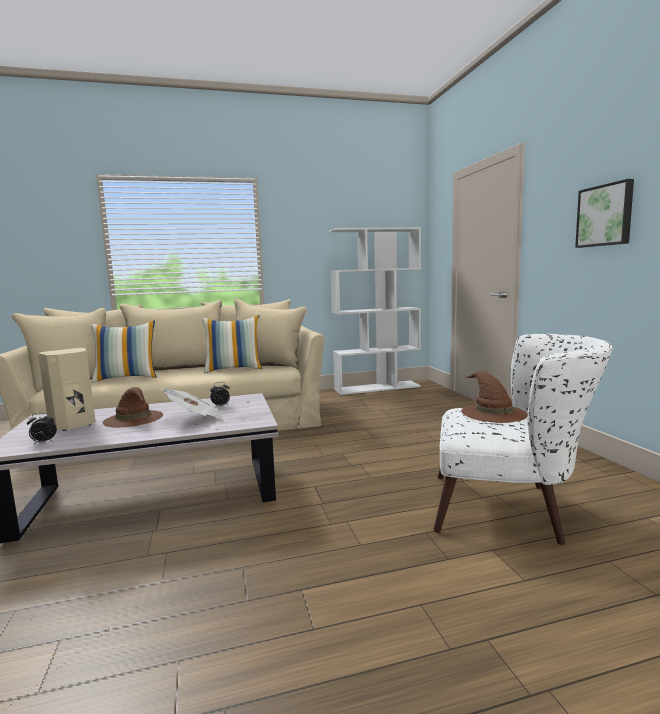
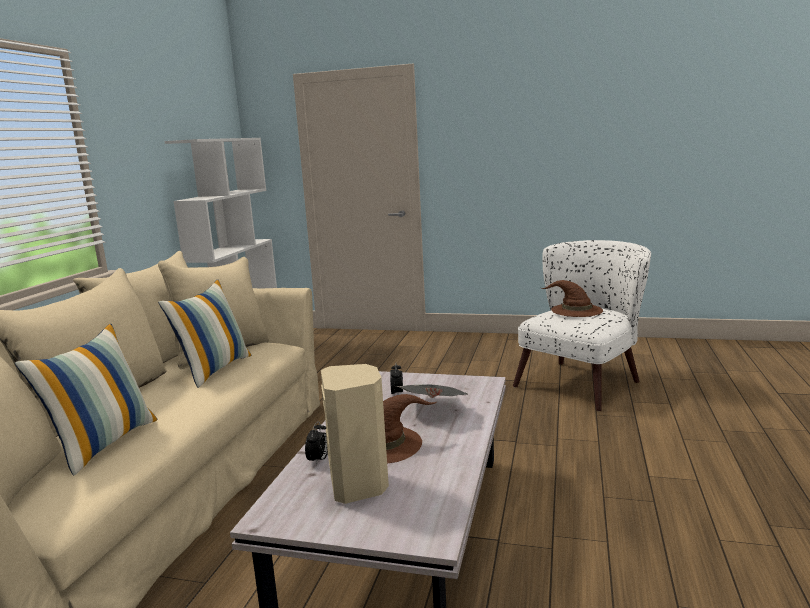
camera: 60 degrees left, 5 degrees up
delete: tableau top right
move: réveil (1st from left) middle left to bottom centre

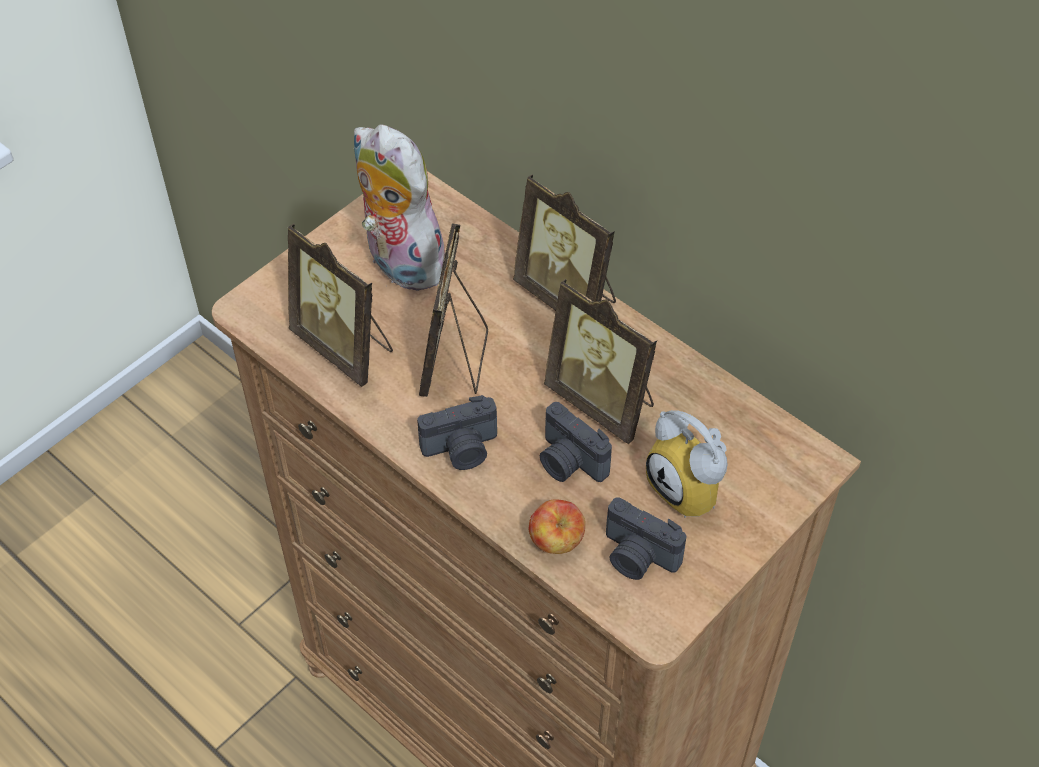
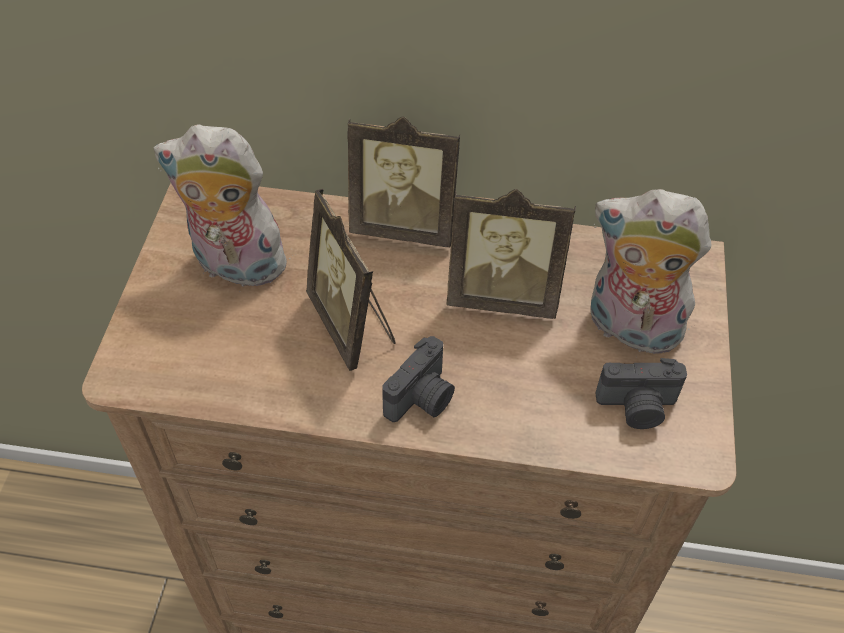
camera: 35 degrees left, 0 degrees up
delete: cadre photo (1st from left) middle left; pomme bottom centre; appareil photo (2nd from left) centre
replace: réveil centre to peluche (2nd from left) middle right

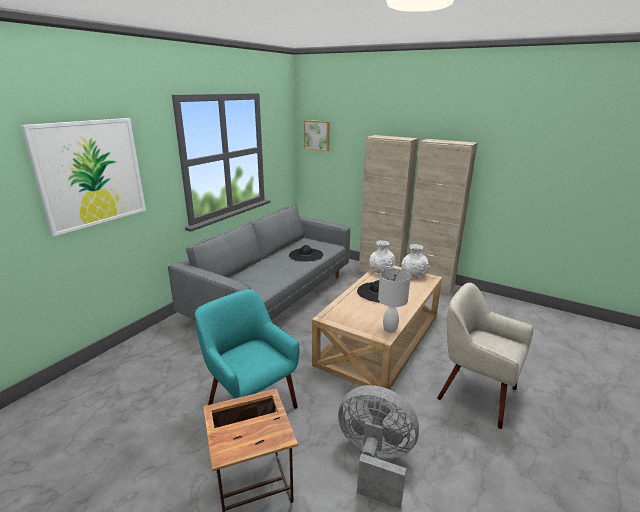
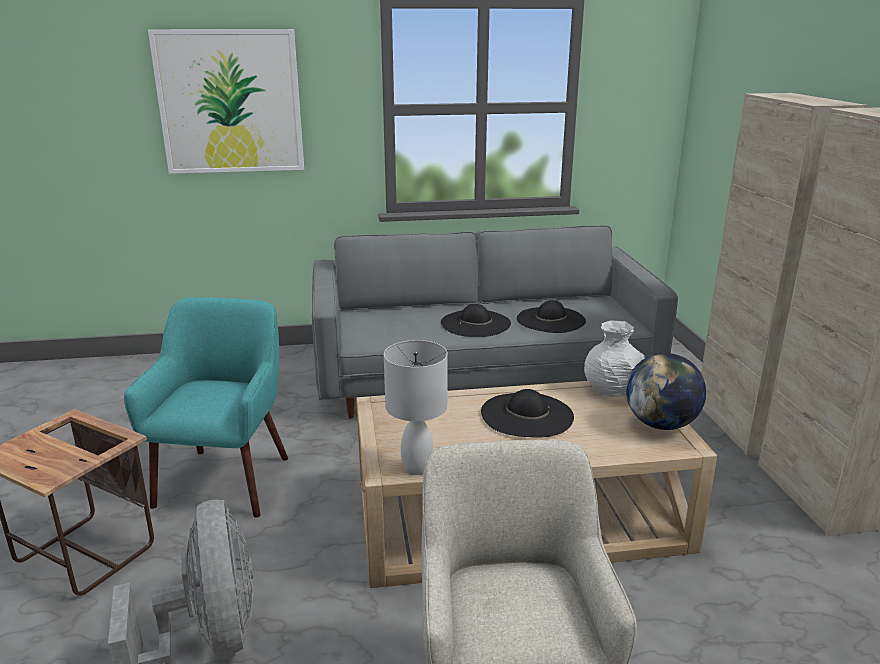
camera: 50 degrees right, 0 degrees up
delete: tableau (2nd from left) top centre
insert: chapeau [noir] (1st from left) centre
replace: vase [blanc] (2nd from left) centre to globe middle right

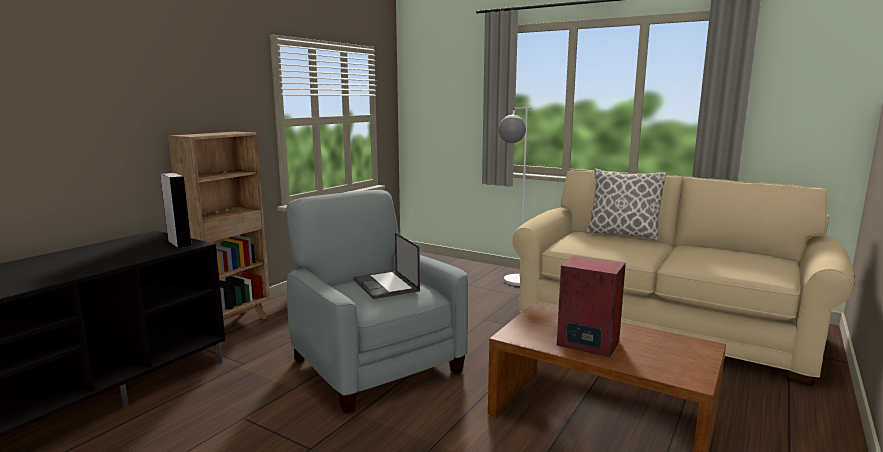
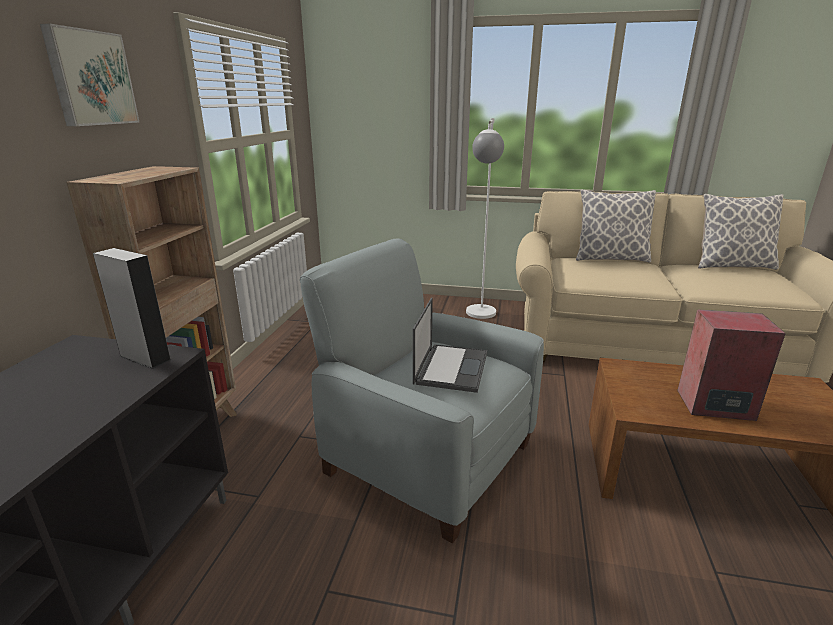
camera: 20 degrees left, 10 degrees up
insert: tableau top left; coussin (2nd from left) middle right
rotate: ordinateur portable centre = centre 120 degrees counterclockwise

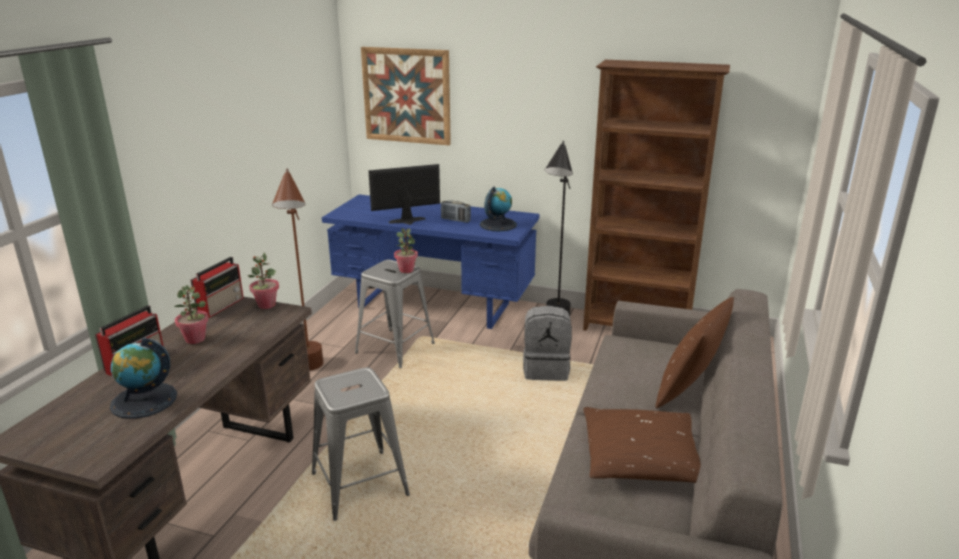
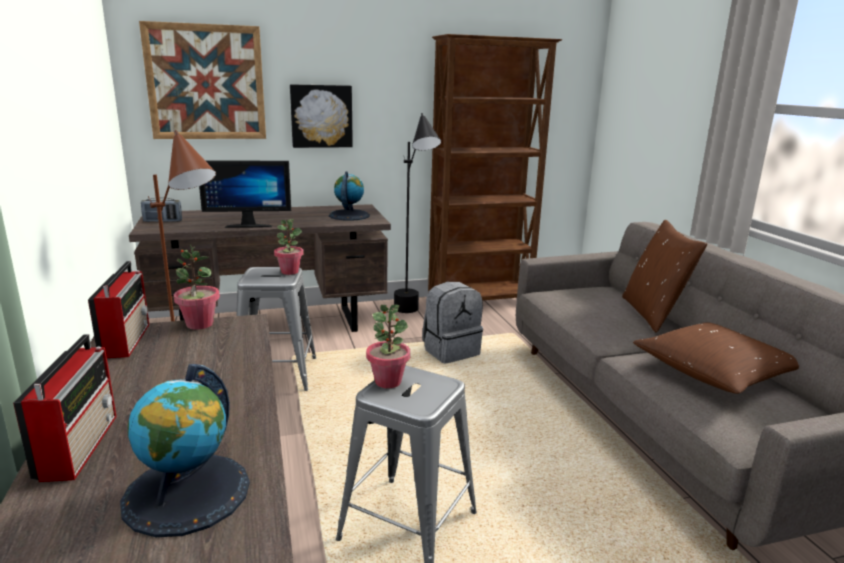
camera: 35 degrees left, 5 degrees down
insert: tableau (2nd from left) top centre
move: plante en pot (1st from left in the first image) middle left to plante en pot (3rd from left) centre; radio (3rd from left) centre to middle left
recolor: bureau [bleu] centre to bureau [marron] (2nd from left) middle left
rotate: écran d'ordinateur centre = middle left 135 degrees counterclockwise

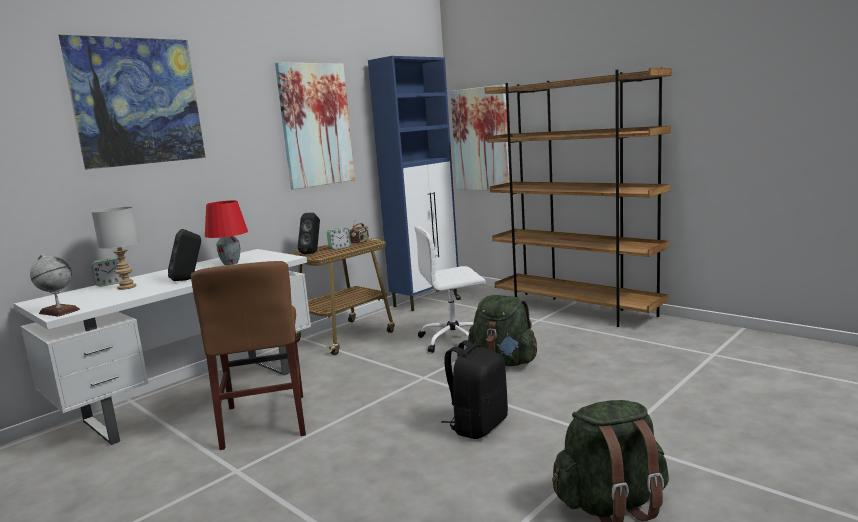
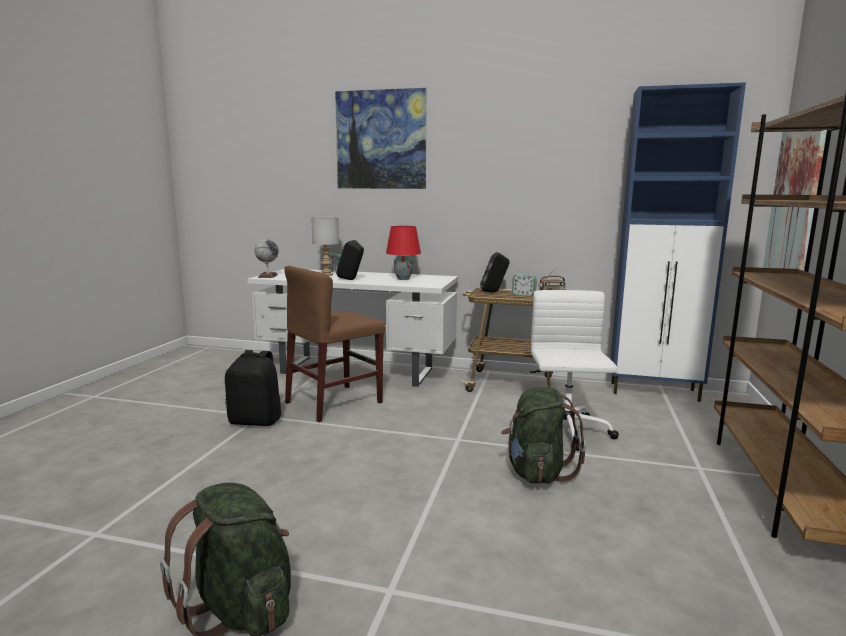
camera: 60 degrees right, 0 degrees up
delete: tableau (2nd from left) top centre
move: sac à dos [noir] bottom centre to middle left
rotate: chaise de bureau [blanc] centre = middle right 45 degrees clockwise

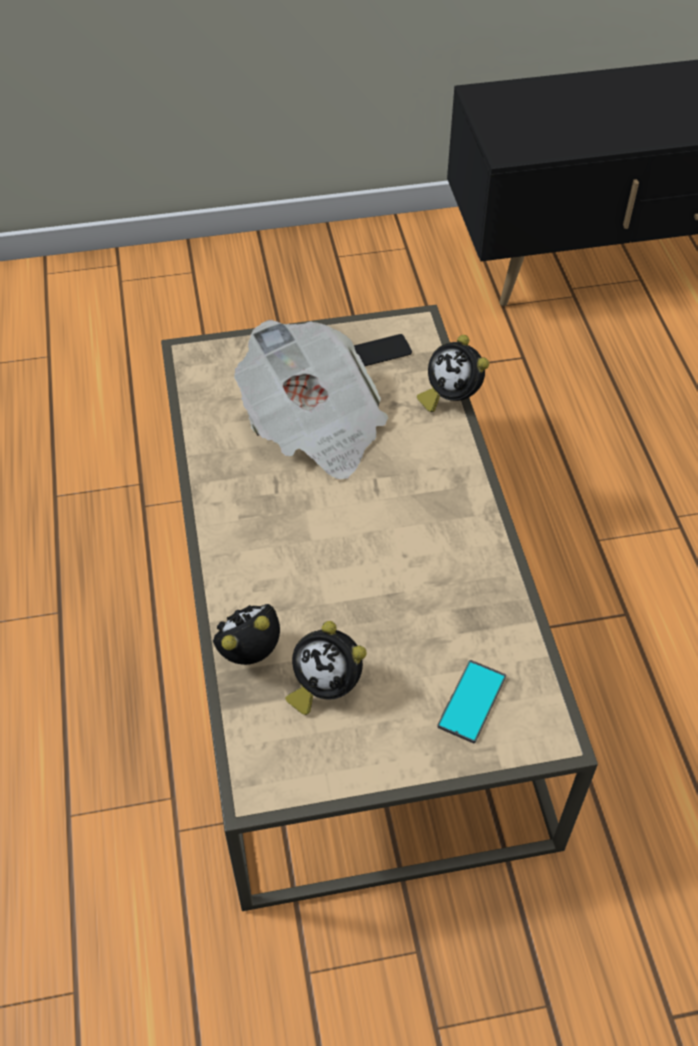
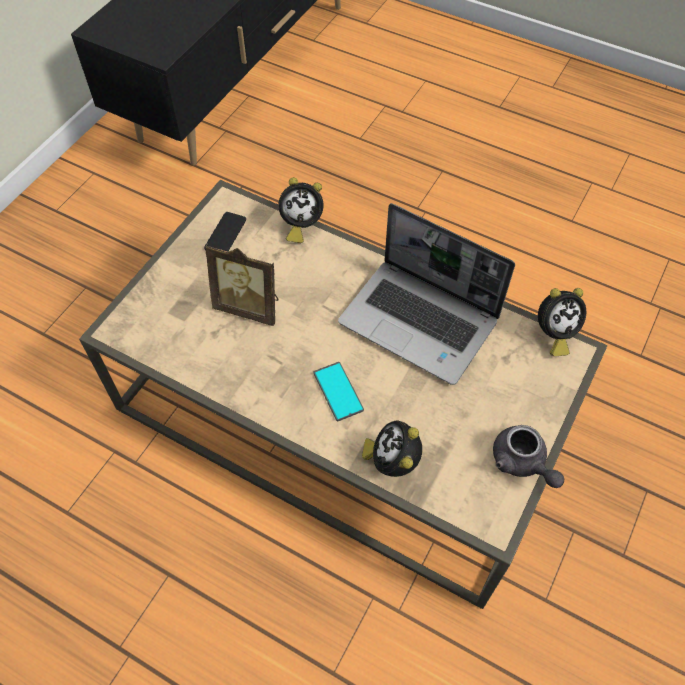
camera: 50 degrees left, 5 degrees up
insert: ordinateur portable centre; théière [gris] middle right
move: réveil (2nd from left in the first image) centre to réveil (3rd from left) middle right; téléphone (2nd from left) bottom right to centre
replace: journal centre to cadre photo centre

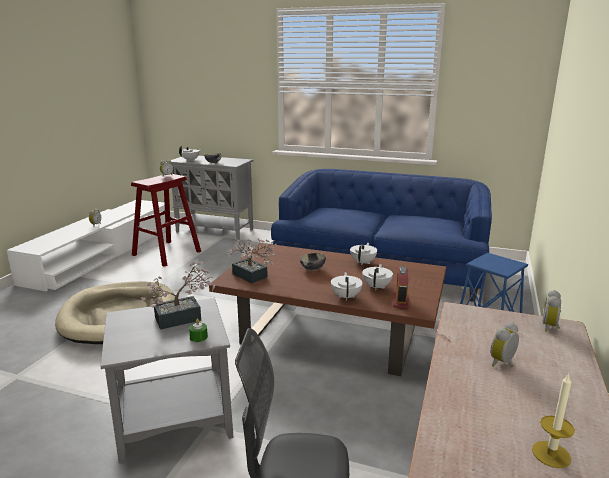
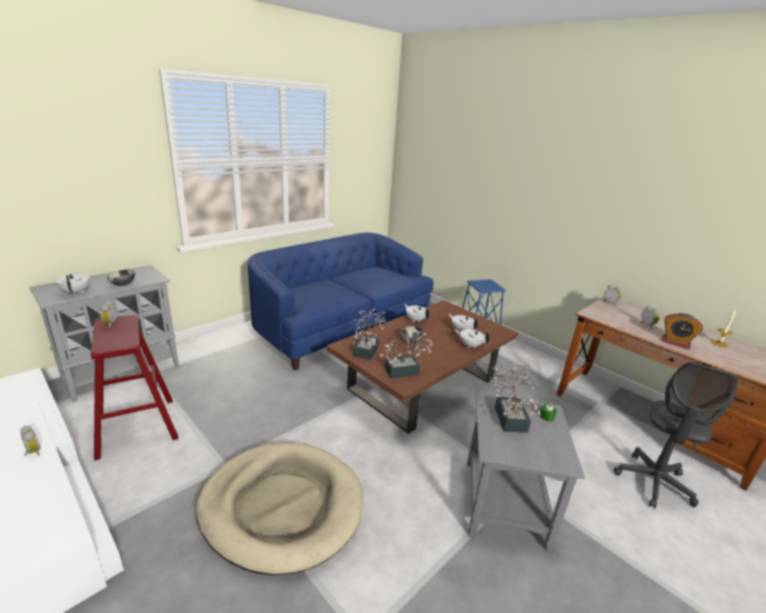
camera: 65 degrees left, 5 degrees up
insert: plante en pot (1st from left) centre
move: réveil (3rd from left in the first image) centre to réveil (5th from left) middle right

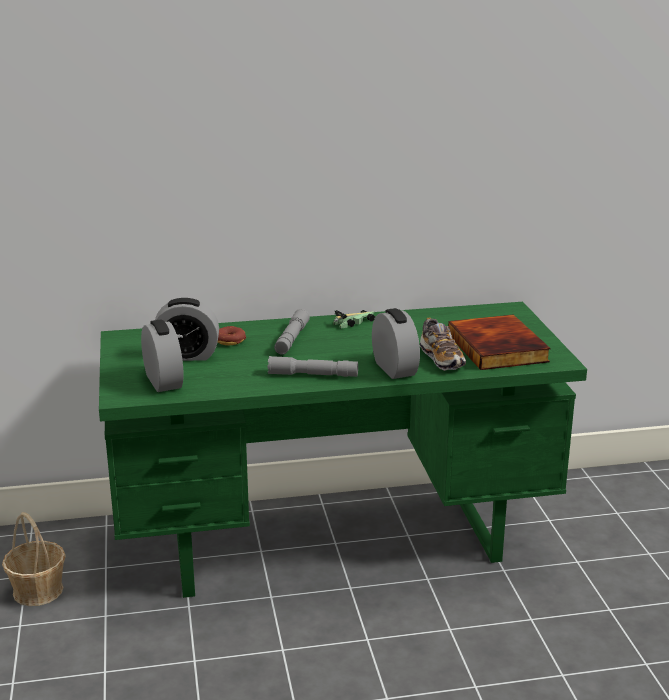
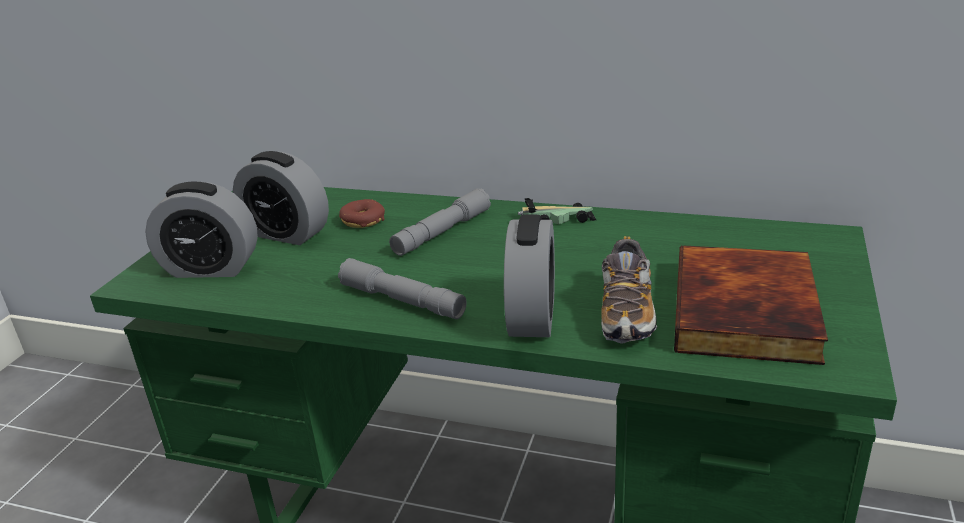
camera: 30 degrees right, 5 degrees up
delete: panier bottom left
rotate: réveil (1st from left) middle left = middle left 90 degrees clockwise

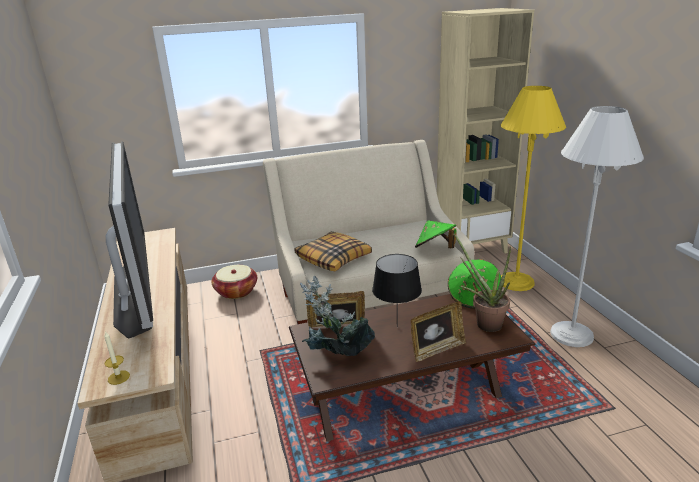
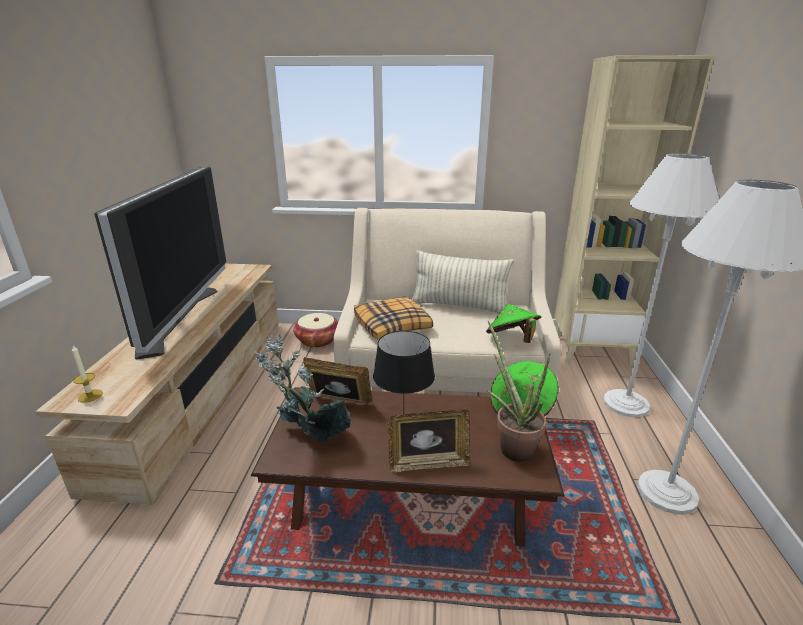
camera: 20 degrees right, 0 degrees up
insert: coussin (2nd from left) centre
recolor: lampadaire [jaune] middle right to lampadaire [blanc] (1st from left) middle right

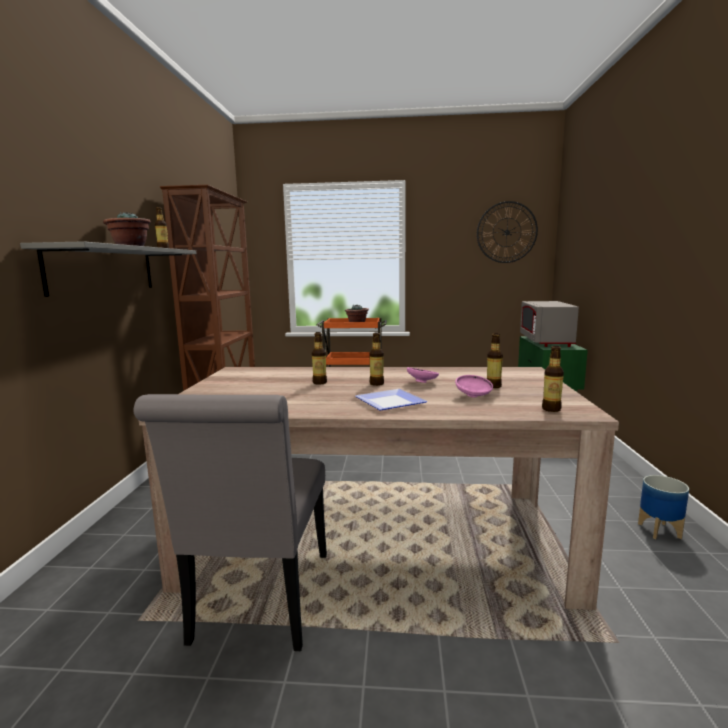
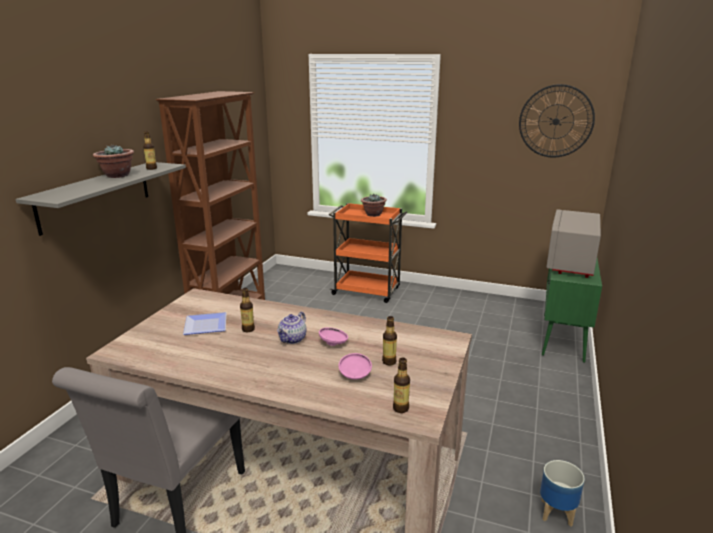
camera: 15 degrees right, 10 degrees up
move: assiette centre to middle left
replace: bouteille (3rd from left) centre to théière centre

